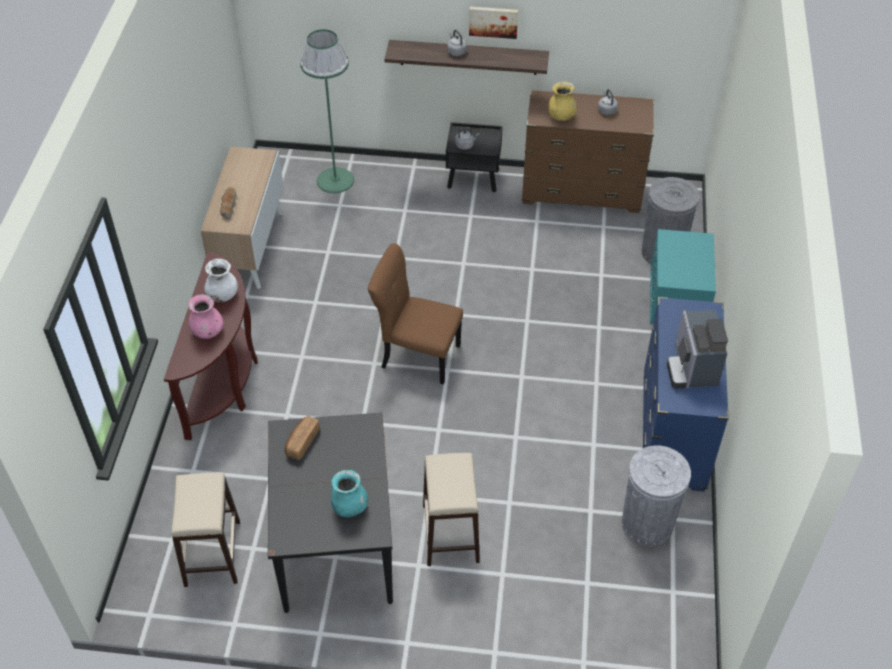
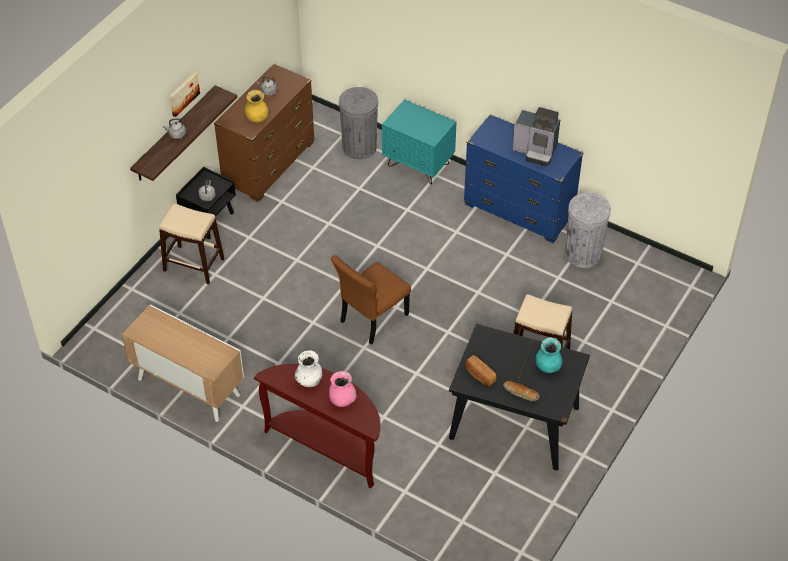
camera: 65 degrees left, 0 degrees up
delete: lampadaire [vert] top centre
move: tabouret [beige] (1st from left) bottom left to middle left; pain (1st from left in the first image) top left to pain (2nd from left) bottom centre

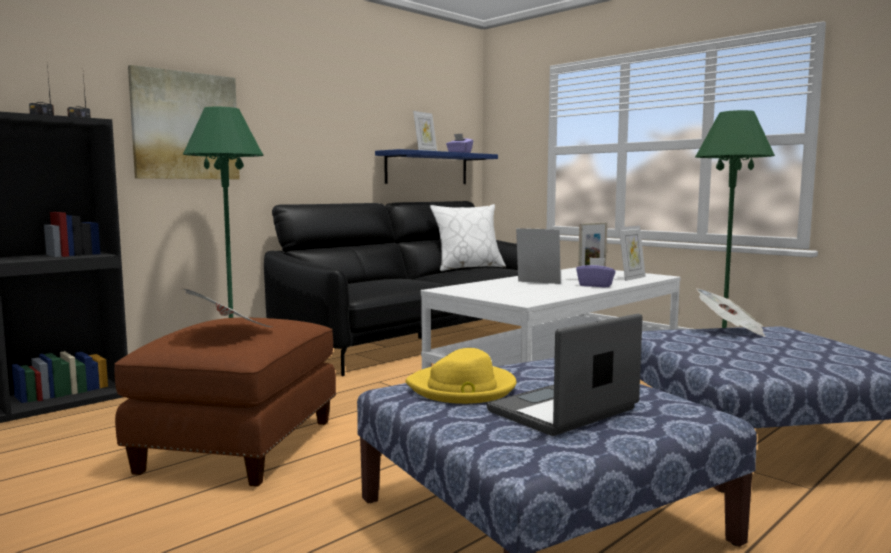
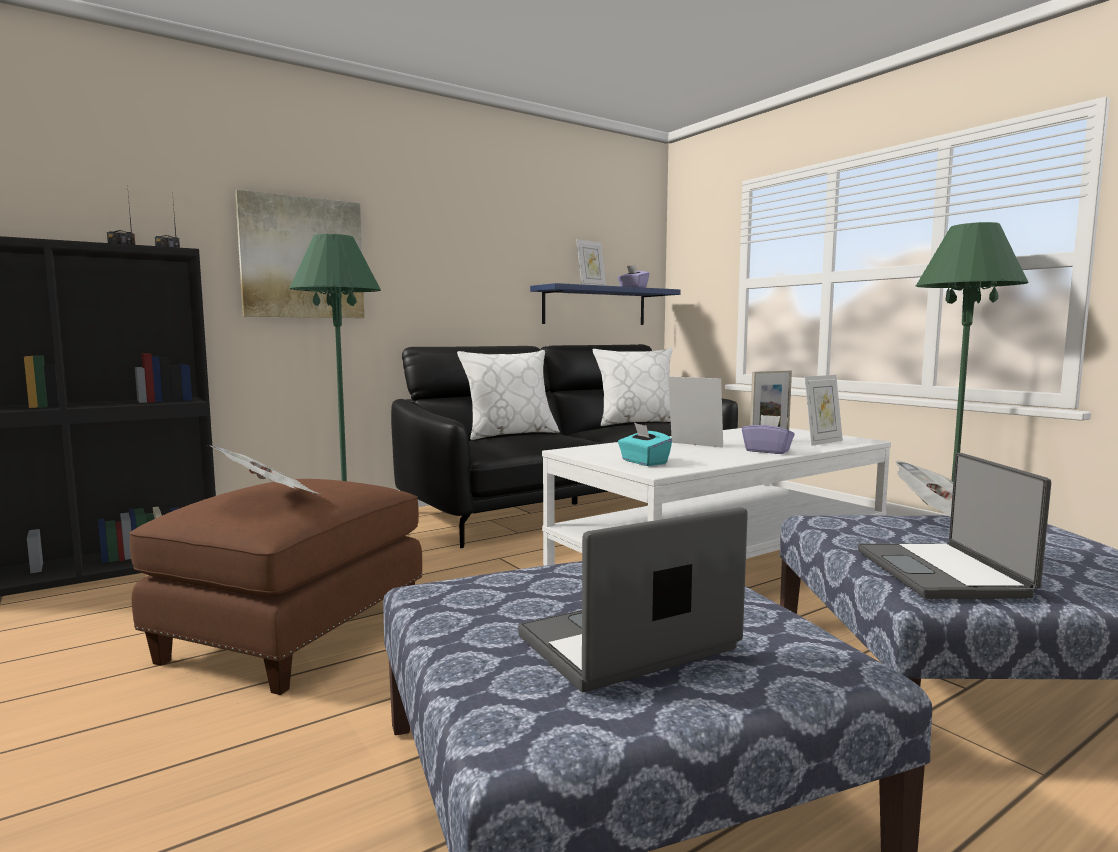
camera: 10 degrees right, 0 degrees up
delete: chapeau [jaune] bottom centre
insert: coussin [blanc] (1st from left) centre; boîte à mouchoirs [turquoise] centre; ordinateur portable (2nd from left) middle right

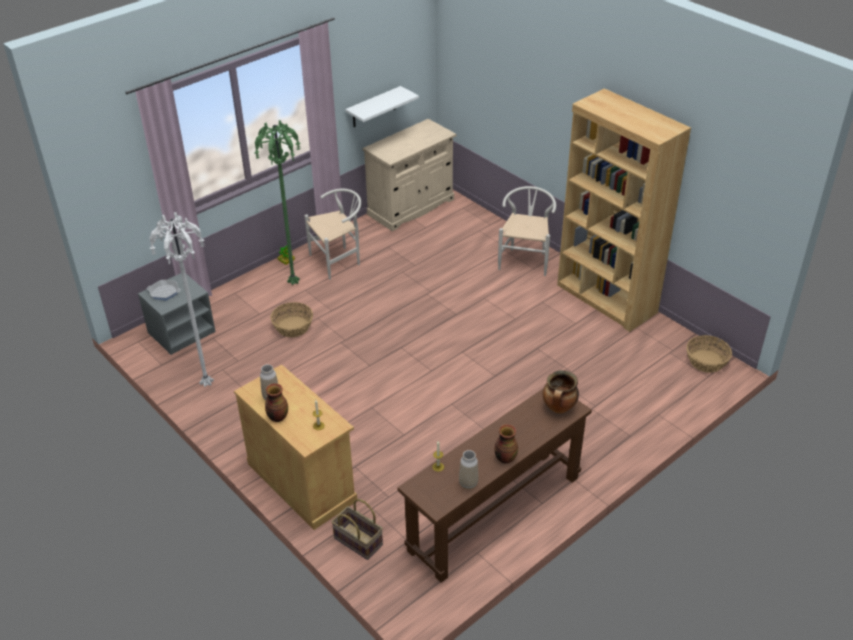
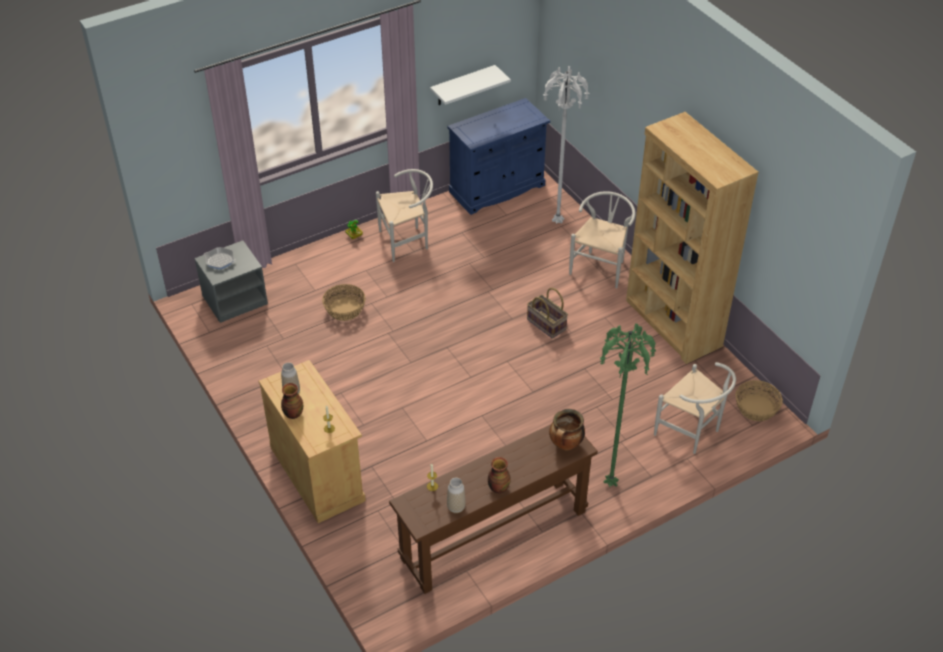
camera: 10 degrees right, 5 degrees up
insert: chaise [blanc] (3rd from left) middle right
move: lampadaire [blanc] middle left to top centre; lampadaire [vert] top left to centre; panier (2nd from left) bottom centre to centre
recolor: meuble de rangement [beige] (2nd from left) top centre to meuble de rangement [bleu] top centre

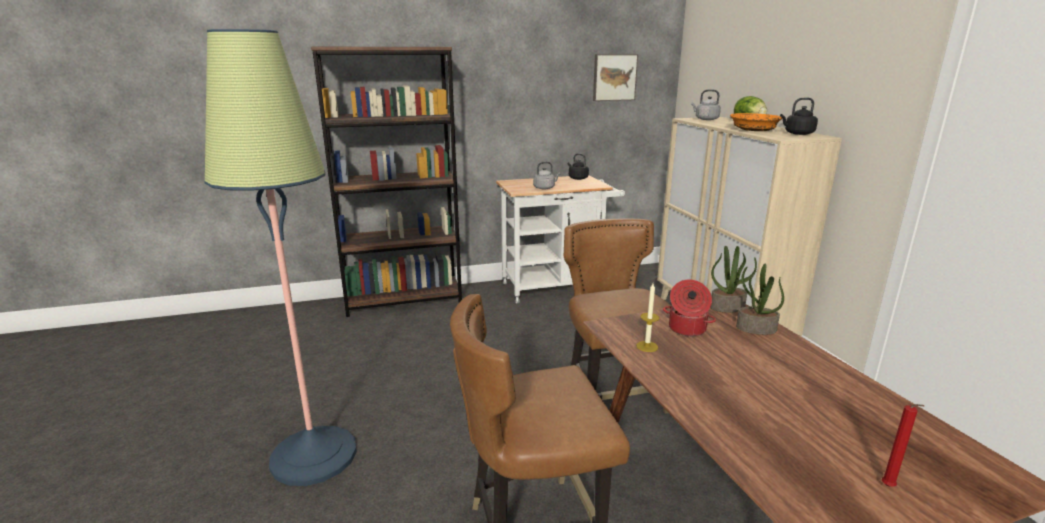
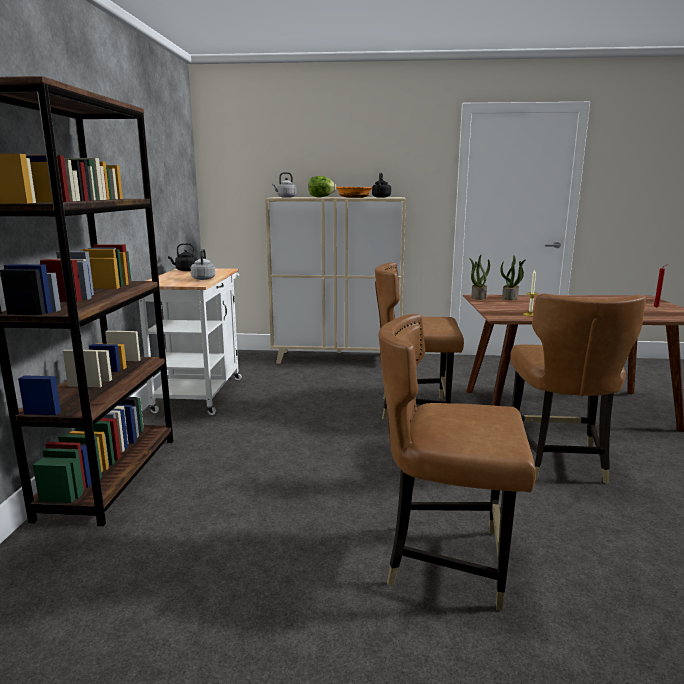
camera: 70 degrees left, 5 degrees down
delete: tableau top centre; marmite centre
replace: lampadaire middle left to chaise [marron] (2nd from left) bottom right

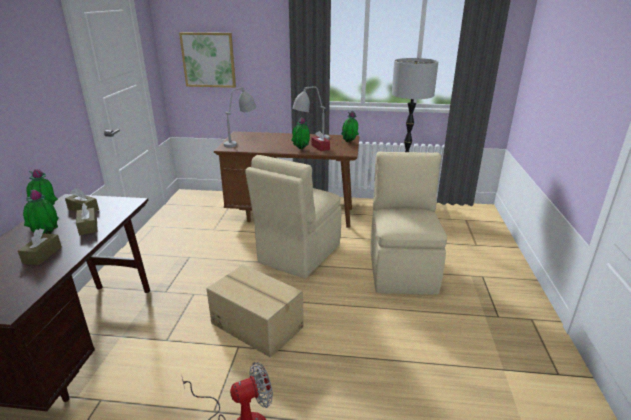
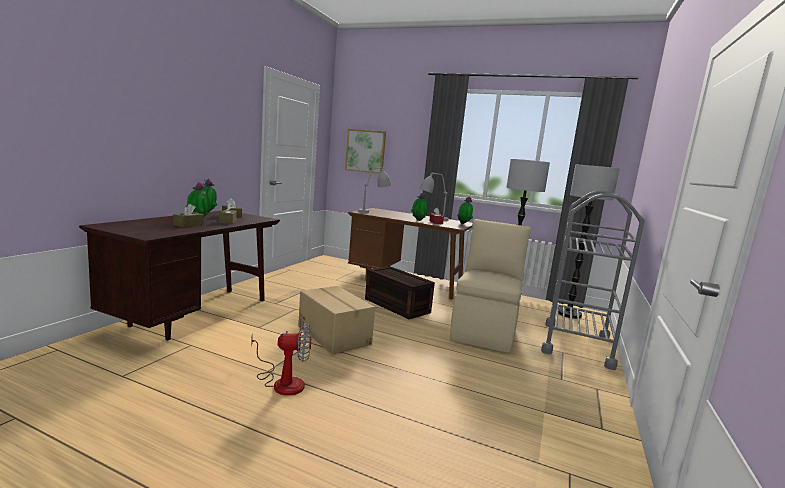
camera: 15 degrees right, 15 degrees down
insert: chariot [gris] middle right; lampadaire (2nd from left) middle right
replace: chaise [beige] (1st from left) centre to boîte de rangement [marron] centre

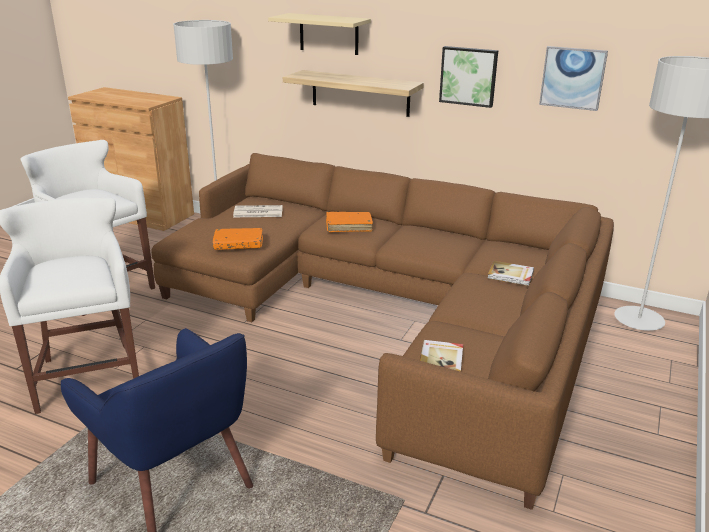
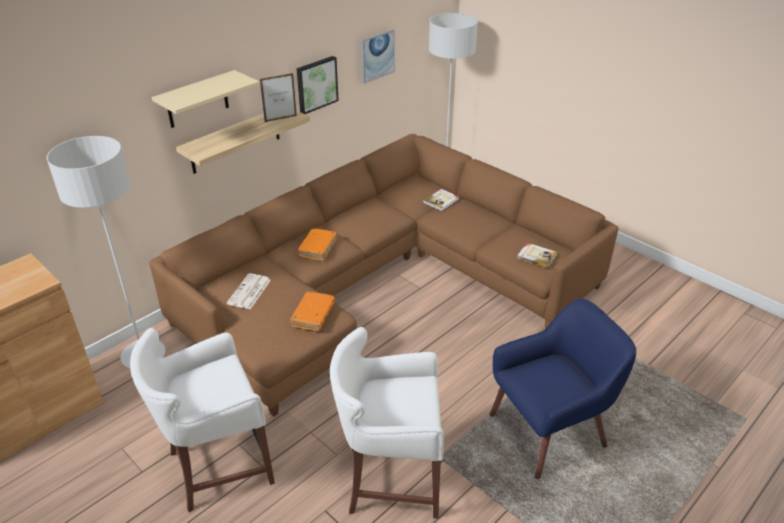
camera: 70 degrees left, 10 degrees up
insert: cadre photo top centre

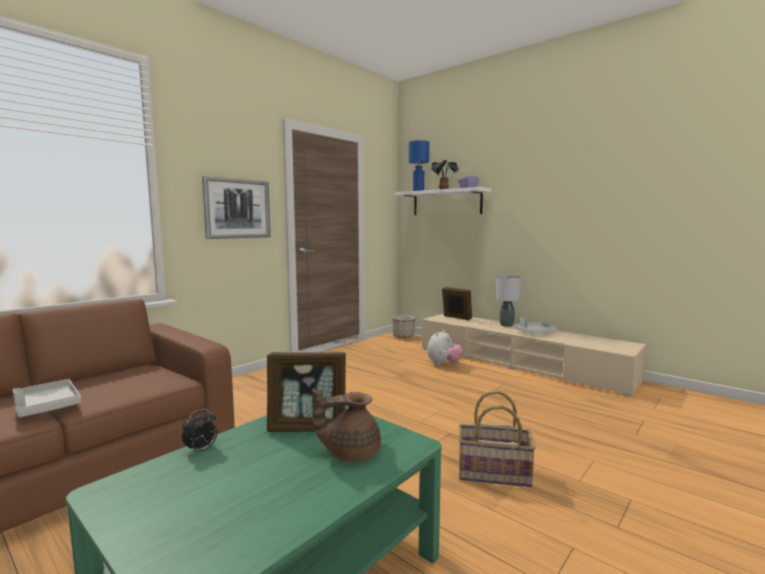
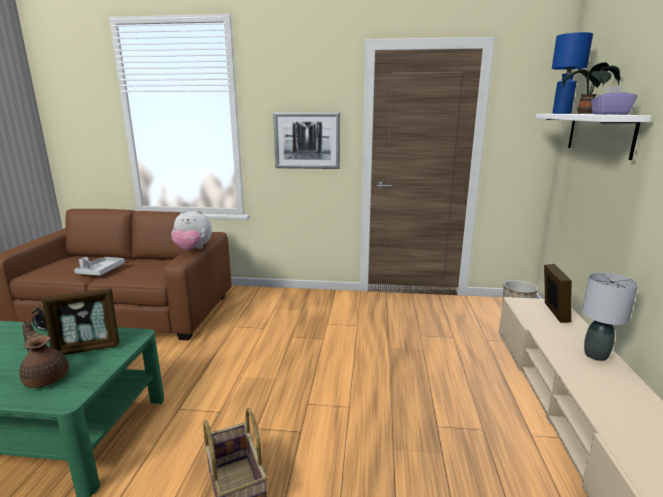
camera: 55 degrees right, 10 degrees up
delete: plateau [gris] (2nd from left) middle right
move: peluche centre to middle left
rotate: cadre photo (1st from left) bottom centre = middle left 75 degrees counterclockwise

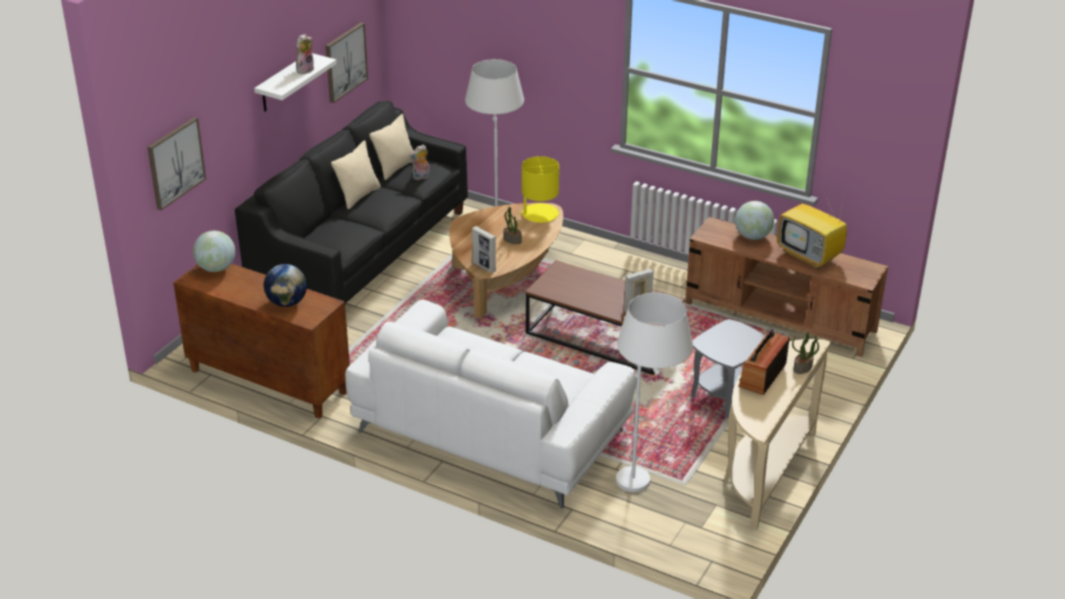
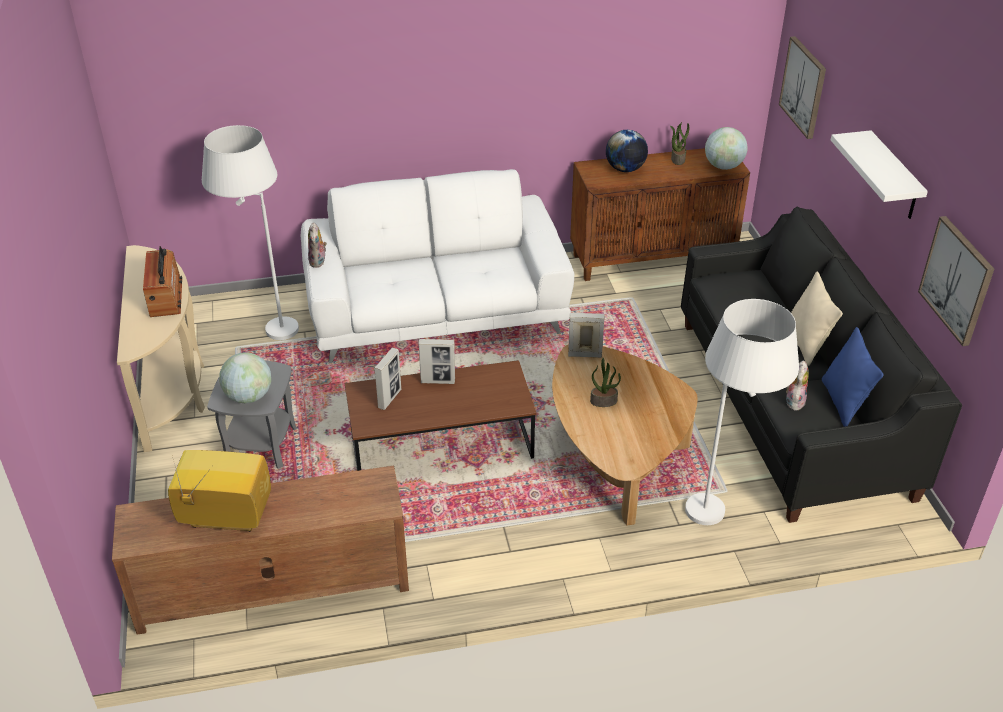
camera: 140 degrees right, 5 degrees up
delete: lampe de table [jaune] top centre
insert: cadre photo (2nd from left) centre
move: peluche (1st from left) top left to middle left; globe (3rd from left in the first image) middle right to globe (1st from left) middle left; plante en pot (2nd from left) middle right to top right
recolor: coussin [beige] (2nd from left) top centre to coussin [bleu] middle right

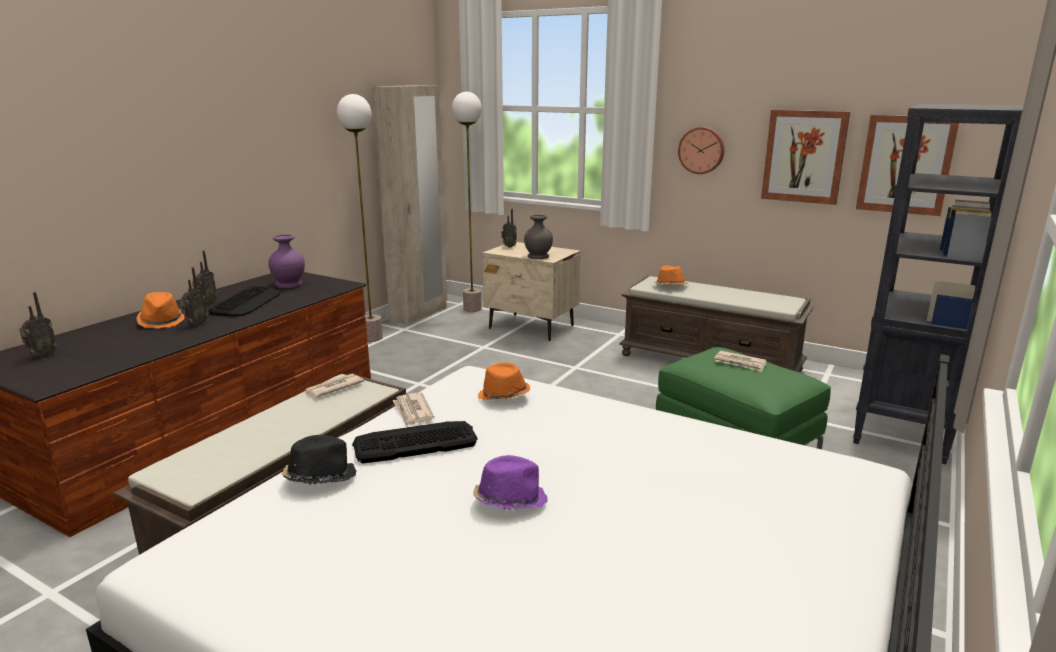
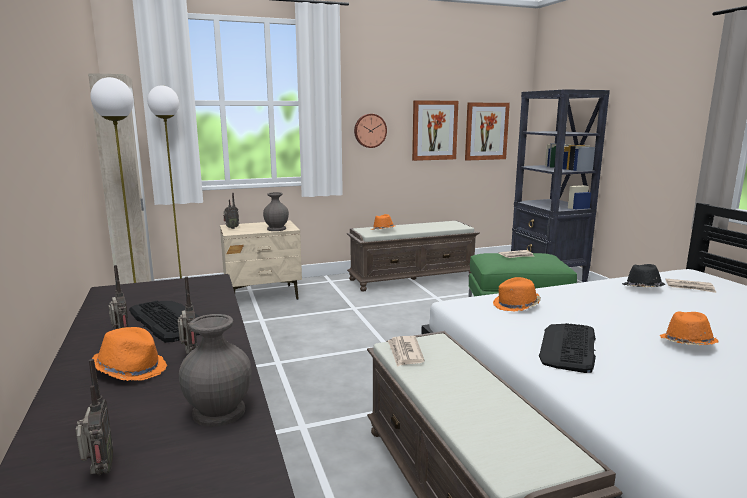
camera: 50 degrees left, 5 degrees down
delete: vase [violet] middle left
insert: vase [gris] (1st from left) bottom left
move: chapeau [noir] bottom left to middle right; journal (2nd from left in the first image) centre to journal (3rd from left) middle right
recolor: chapeau [violet] bottom centre to chapeau [orange] (4th from left) middle right

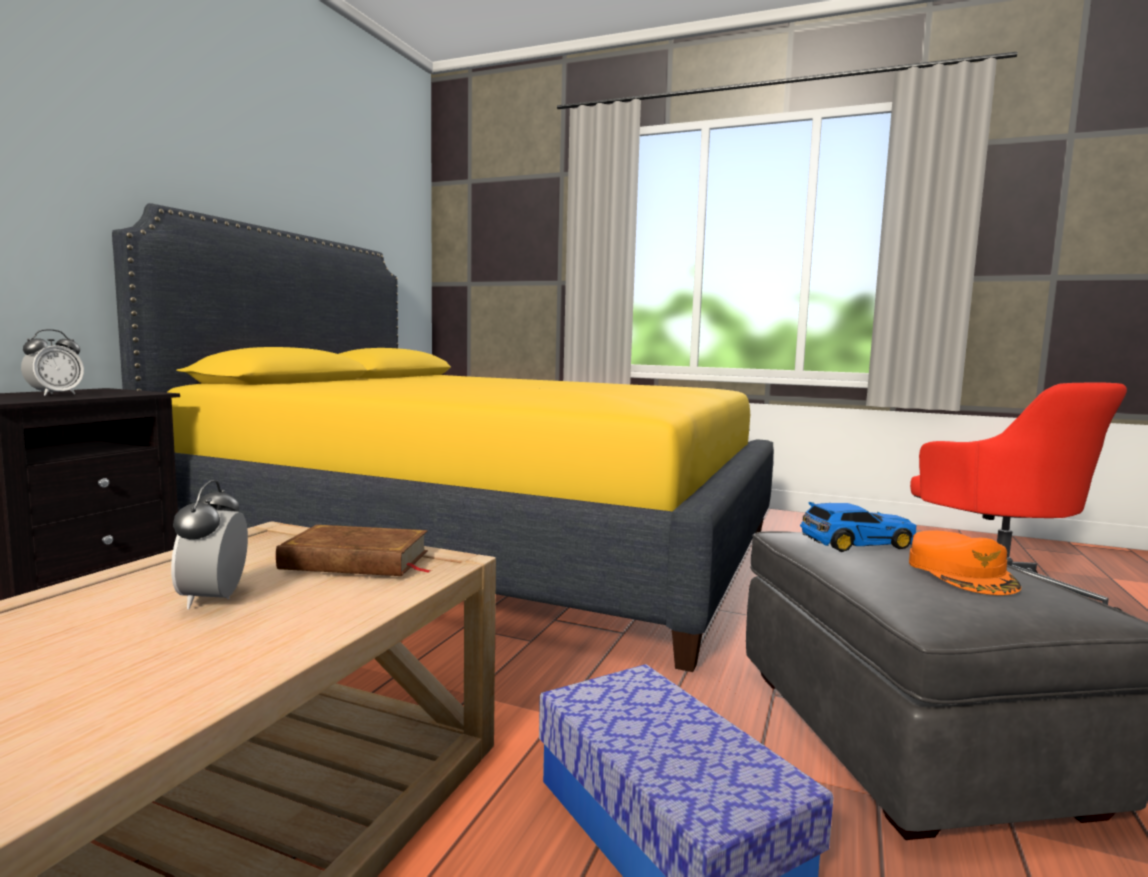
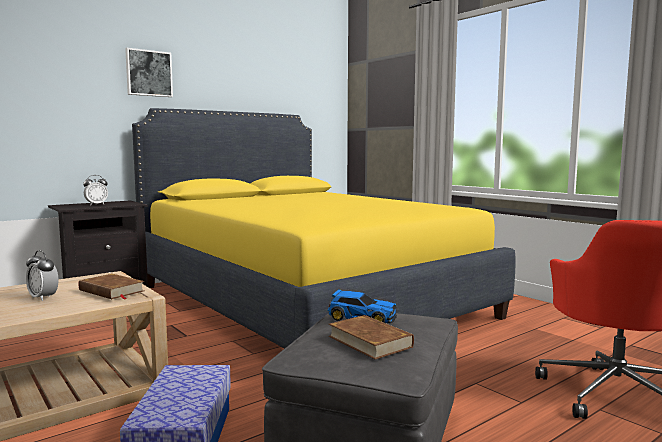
camera: 30 degrees right, 0 degrees up
insert: tableau top left
replace: casquette [orange] middle right to livre [marron] (2nd from left) bottom centre
rotate: réveil (2nd from left in the first image) middle left = middle left 75 degrees counterclockwise

